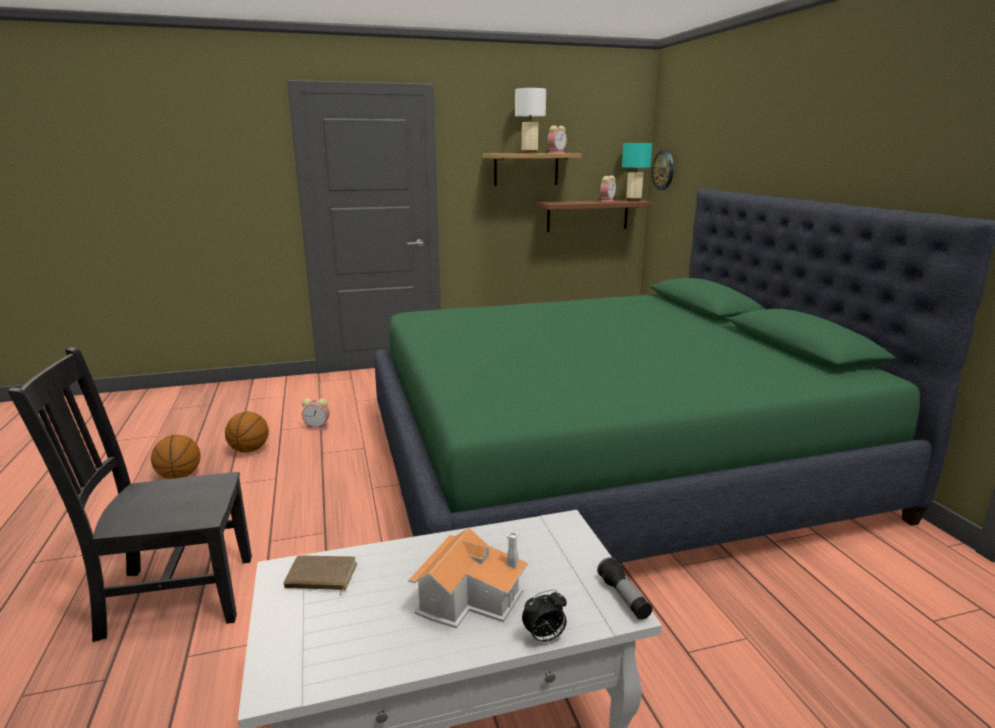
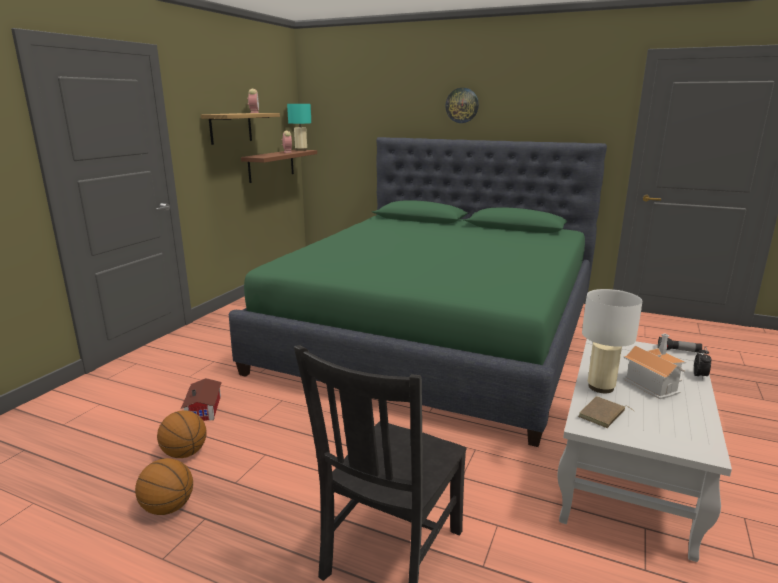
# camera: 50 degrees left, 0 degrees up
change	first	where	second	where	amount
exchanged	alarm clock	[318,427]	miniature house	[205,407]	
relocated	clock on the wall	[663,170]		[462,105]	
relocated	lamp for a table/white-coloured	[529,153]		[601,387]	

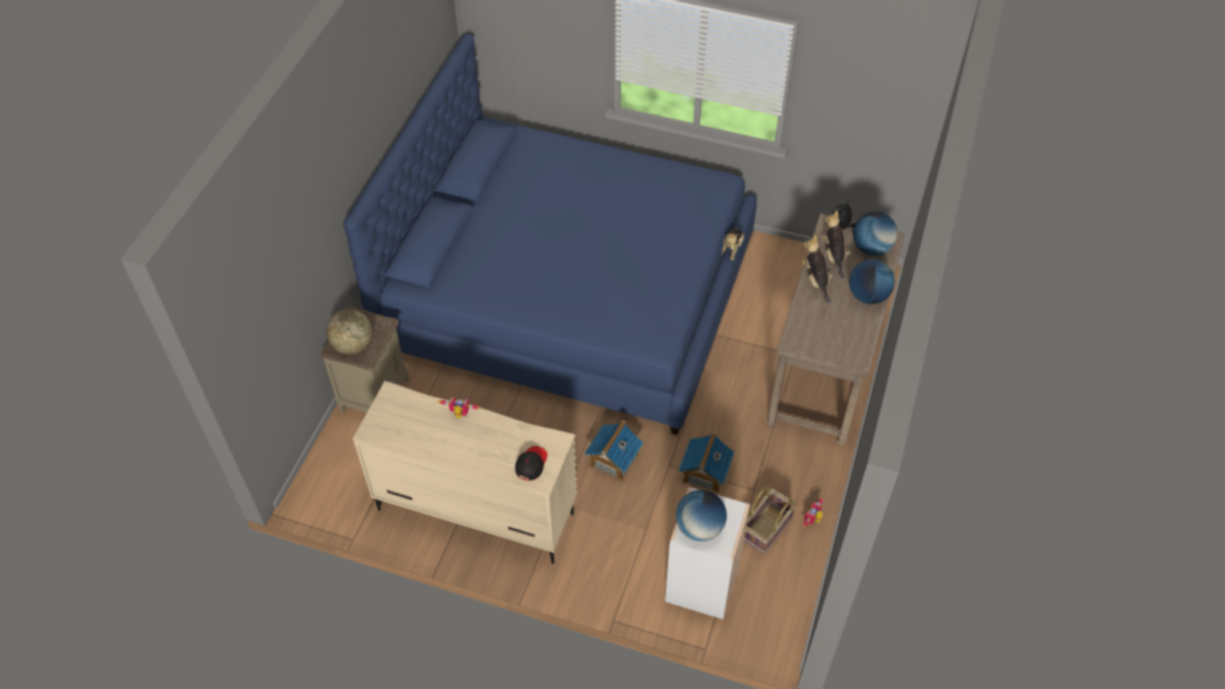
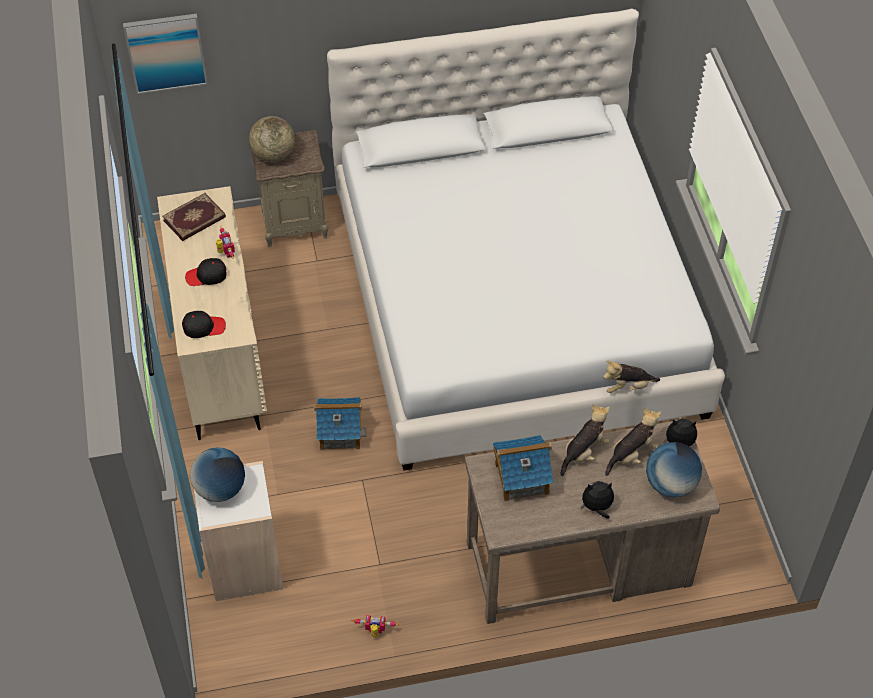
# camera: 60 degrees right, 0 degrees up
change	first	where	second	where	amount
appeared			wall picture	[166,52]	
appeared			volume	[195,219]	
appeared			baseball cap/blackish	[207,276]	
colour	bedroom bed/blue	[568,292]	bedroom bed/white-coloured	[515,302]	
relocated	miniature house	[705,473]		[521,478]	
exchanged	desk globe	[868,296]	soft toy	[597,507]	
missing	basket	[767,529]			

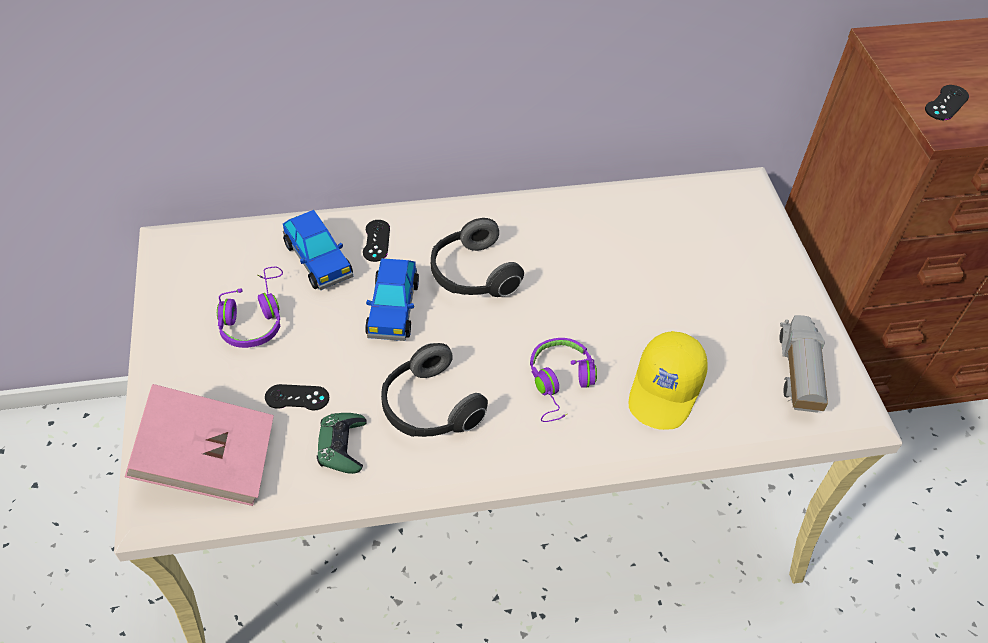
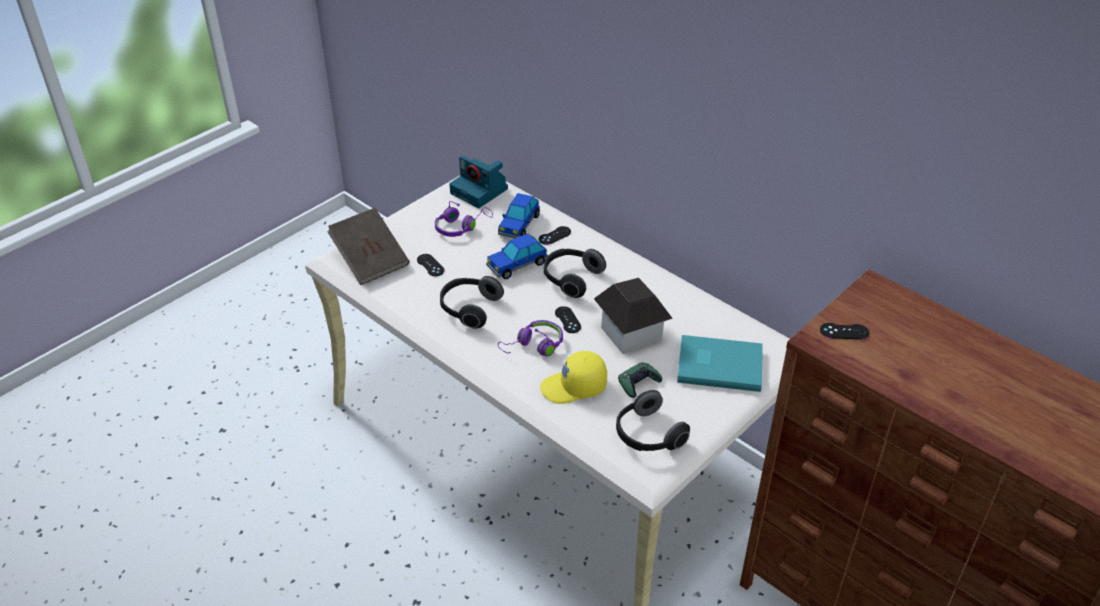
# camera: 55 degrees right, 10 degrees down
change	first	where	second	where	amount
colour	volume/pink	[209,461]	volume/brownish	[370,260]	
appeared			photo camera	[480,191]	
appeared			joypad/blackish	[567,320]	
appeared			miniature house	[631,333]	
exchanged	toy lorry	[796,374]	headphones	[647,436]	
relocated	joypad/greenish	[342,446]		[638,383]	
appeared			volume/turquoise-coloured	[718,364]	

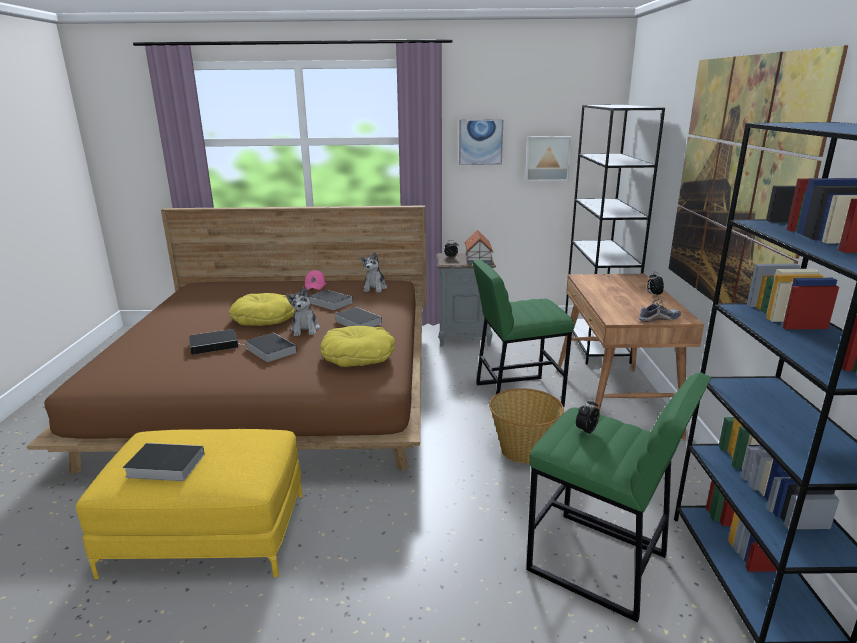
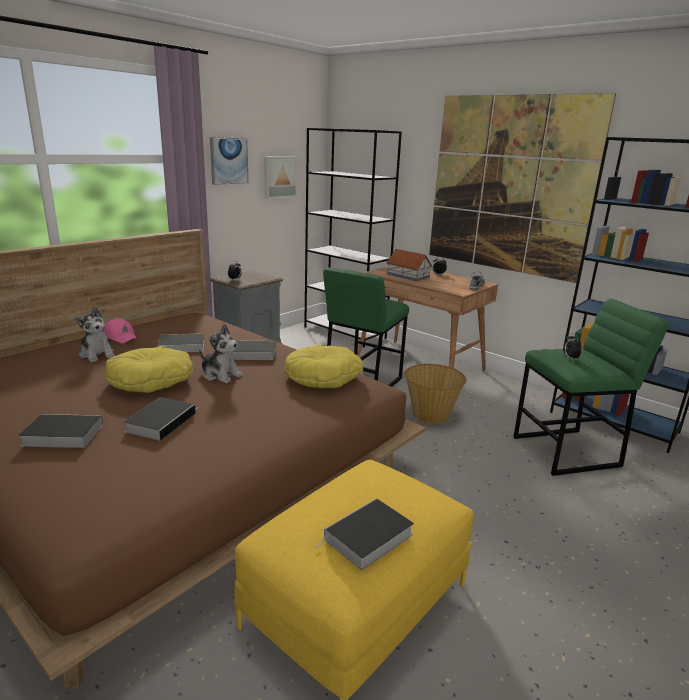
# camera: 50 degrees left, 0 degrees up
change	first	where	second	where	amount
relocated	volume	[270,350]		[60,435]	
relocated	soft toy	[375,288]		[97,354]	
relocated	miniature house	[478,258]		[408,276]	

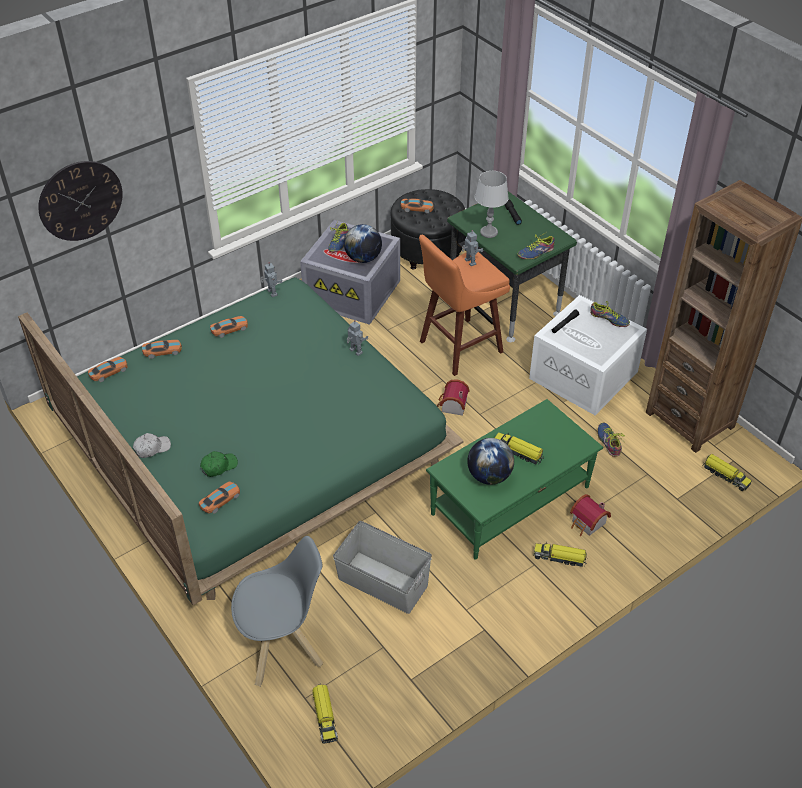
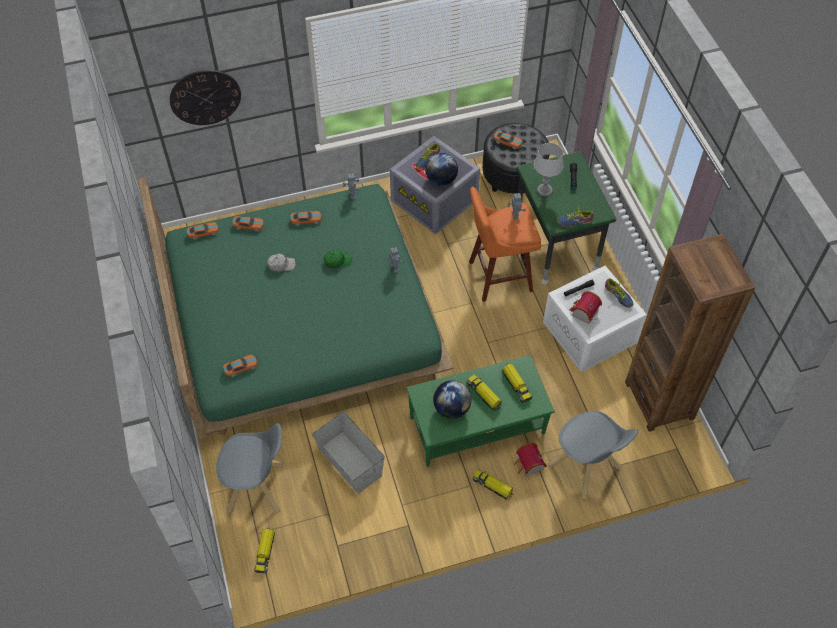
# camera: 20 degrees right, 10 degrees up
change	first	where	second	where	amount
relocated	baseball cap/white-coloured	[152,448]		[281,265]	
relocated	baseball cap/greenish	[218,466]		[337,261]	
relocated	toy lorry	[725,475]		[516,385]	
appeared			plain chair/greyish	[585,468]	
relocated	miniature house	[452,406]		[583,313]	
missing	item of footwear	[608,442]			

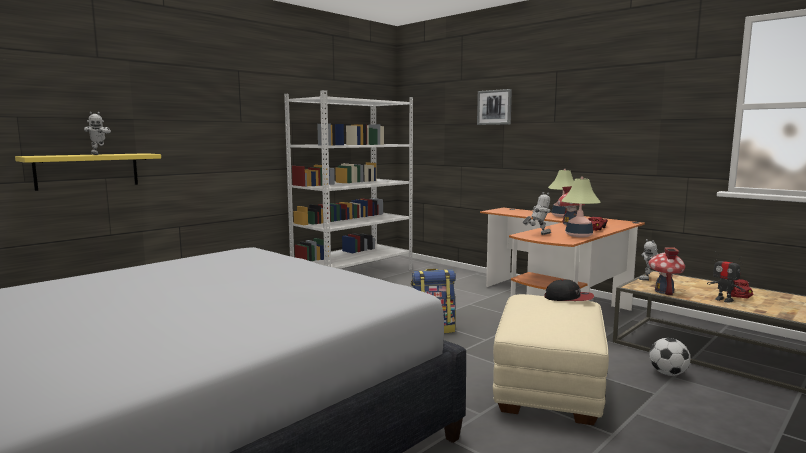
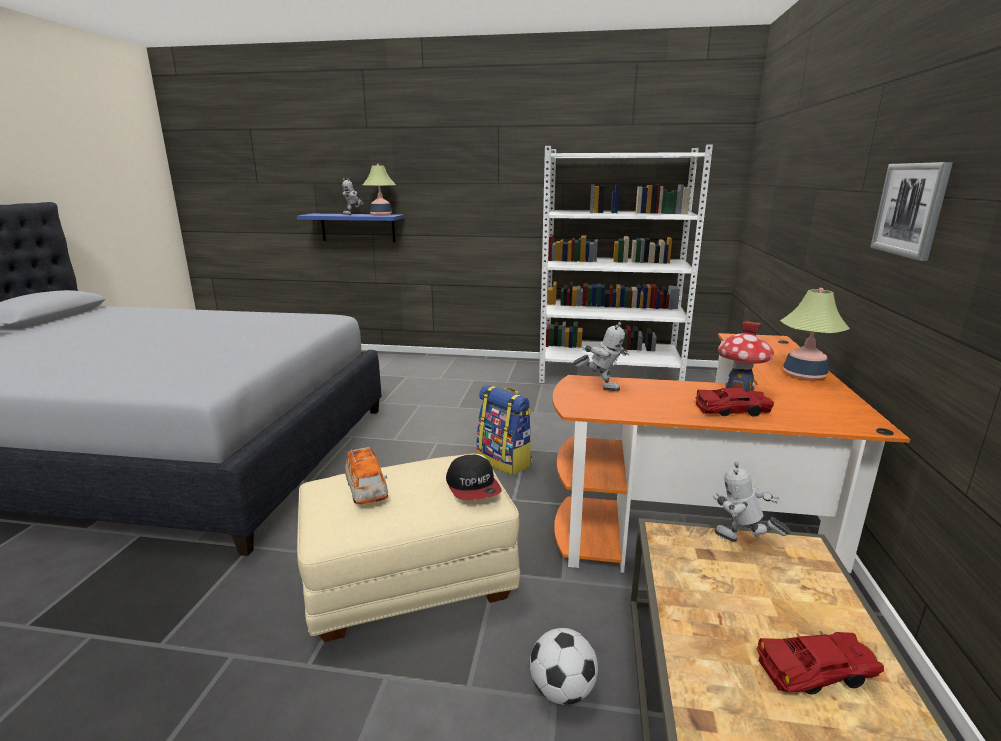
# camera: 55 degrees right, 10 degrees up
change	first	where	second	where	amount
colour	wall shelf/yellow	[87,171]	wall shelf/blue	[358,227]	
appeared			model car	[367,491]	
relocated	lamp for a table	[578,235]		[381,215]	
relocated	wall picture	[494,107]		[910,209]	
missing	miniature house	[664,291]			
missing	robot figure	[724,300]			

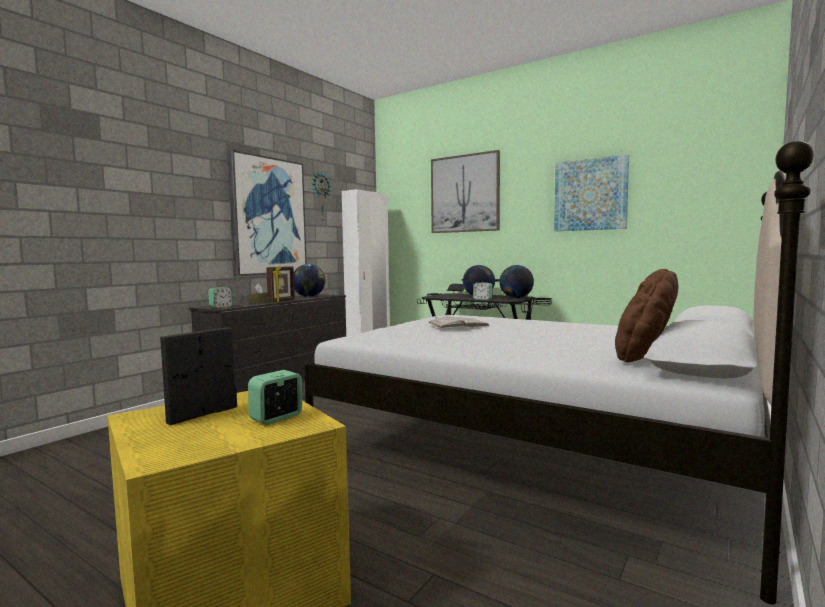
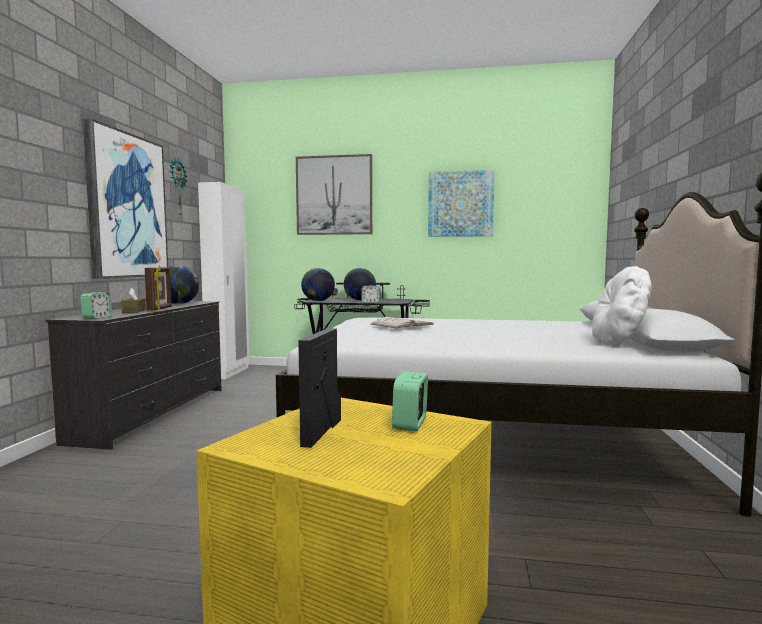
# camera: 25 degrees left, 0 degrees up
change	first	where	second	where	amount
relocated	desk globe	[516,298]		[318,301]	
colour	pillow/brownish	[644,361]	pillow/white-coloured	[618,344]	

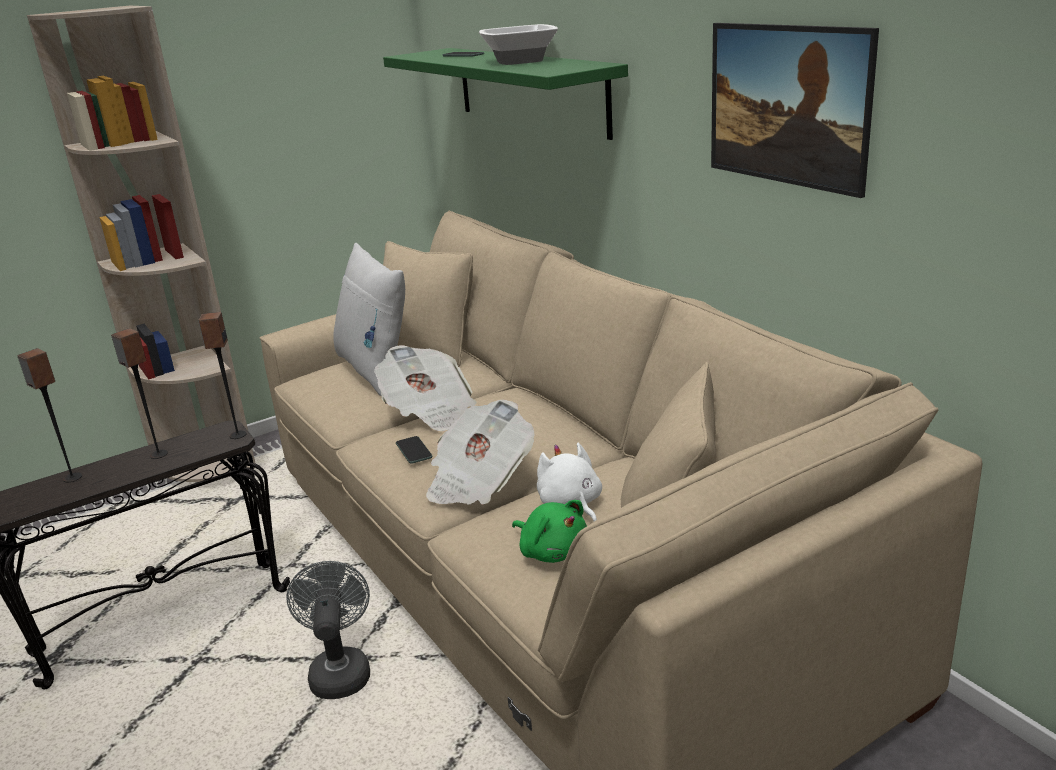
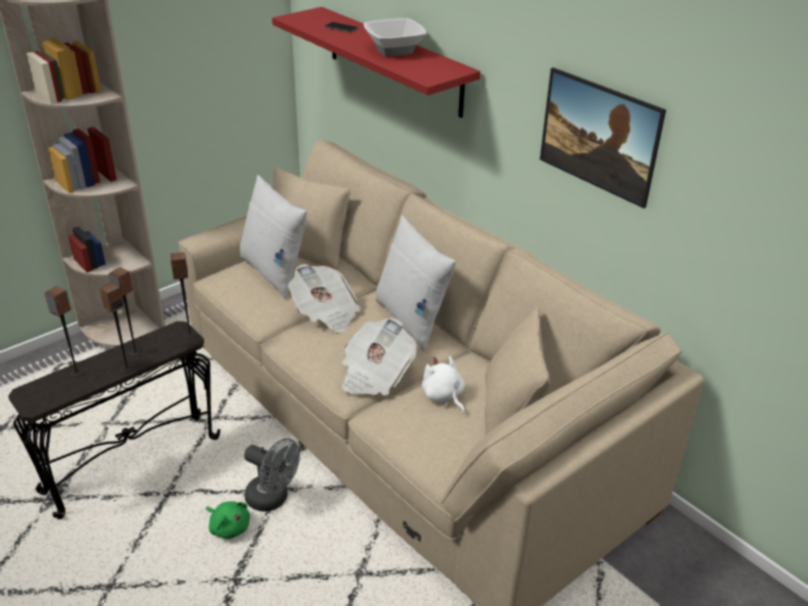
# camera: 10 degrees left, 10 degrees up
change	first	where	second	where	amount
appeared			speaker	[127,368]	
relocated	soft toy/greenish	[552,551]		[229,527]	
spun	electric fan/greyish	[340,670]		[273,499]	135 degrees clockwise
colour	wall shelf/greenish	[529,89]	wall shelf/reddish	[394,61]	
appeared			pillow/greyish	[411,320]	
missing	handset	[414,450]			

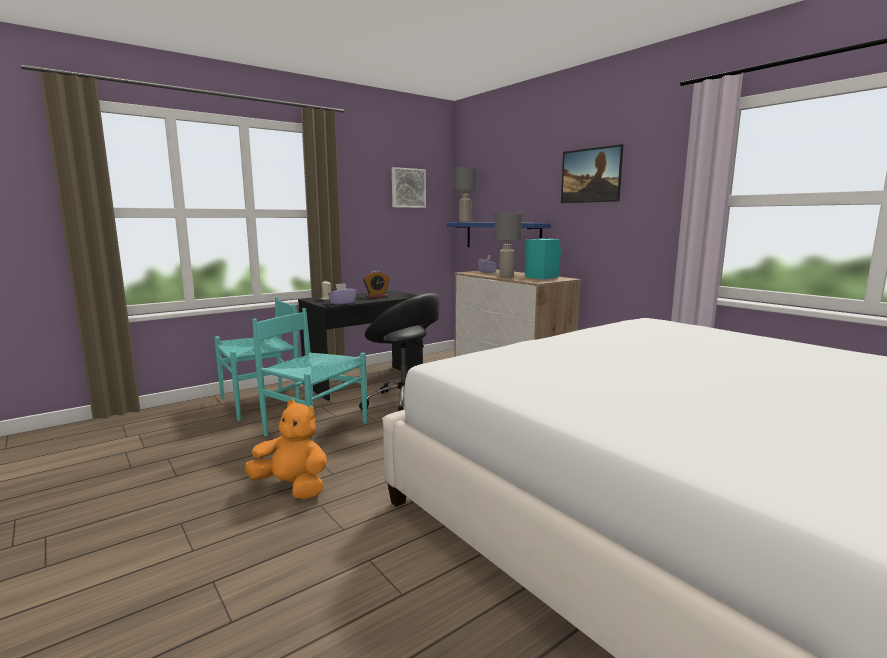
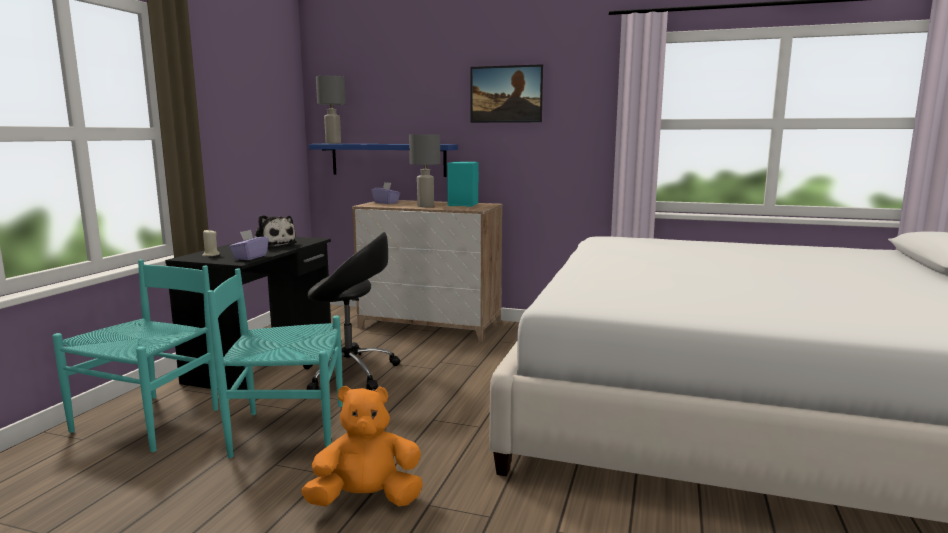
# camera: 35 degrees left, 0 degrees up
change	first	where	second	where	amount
exchanged	alarm clock	[376,296]	soft toy	[272,244]	
missing	wall picture	[407,188]			

